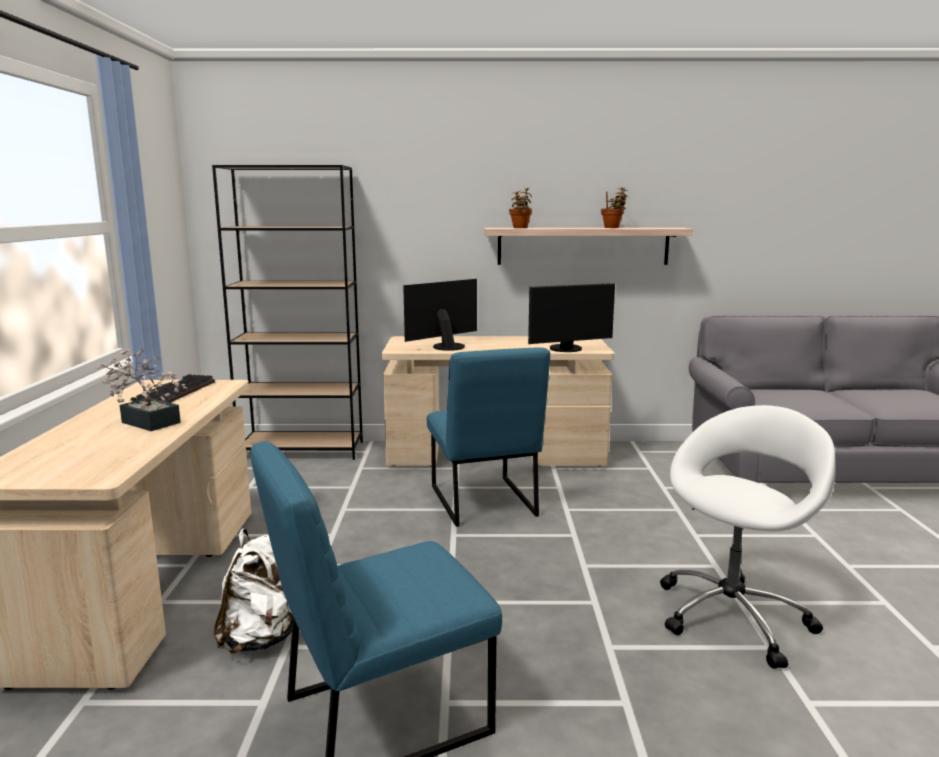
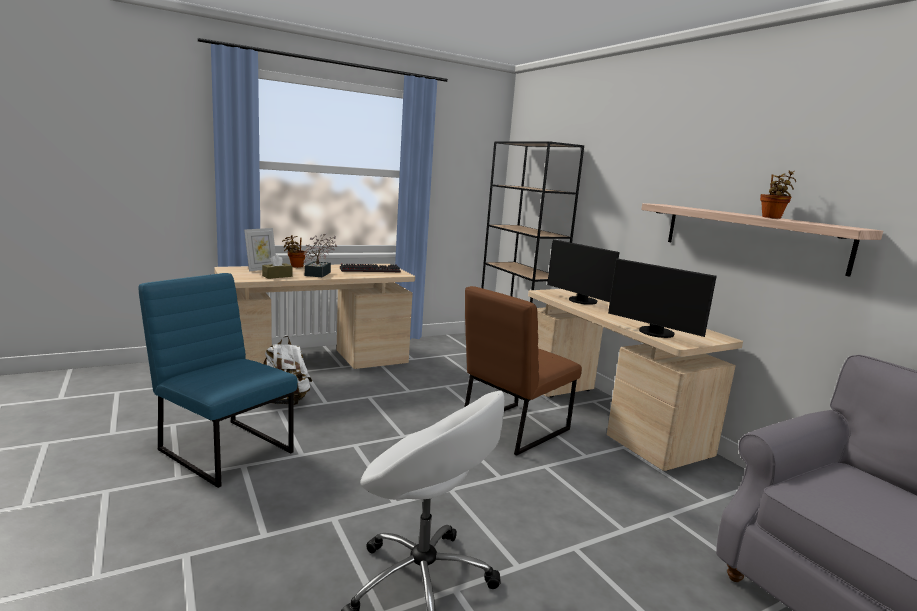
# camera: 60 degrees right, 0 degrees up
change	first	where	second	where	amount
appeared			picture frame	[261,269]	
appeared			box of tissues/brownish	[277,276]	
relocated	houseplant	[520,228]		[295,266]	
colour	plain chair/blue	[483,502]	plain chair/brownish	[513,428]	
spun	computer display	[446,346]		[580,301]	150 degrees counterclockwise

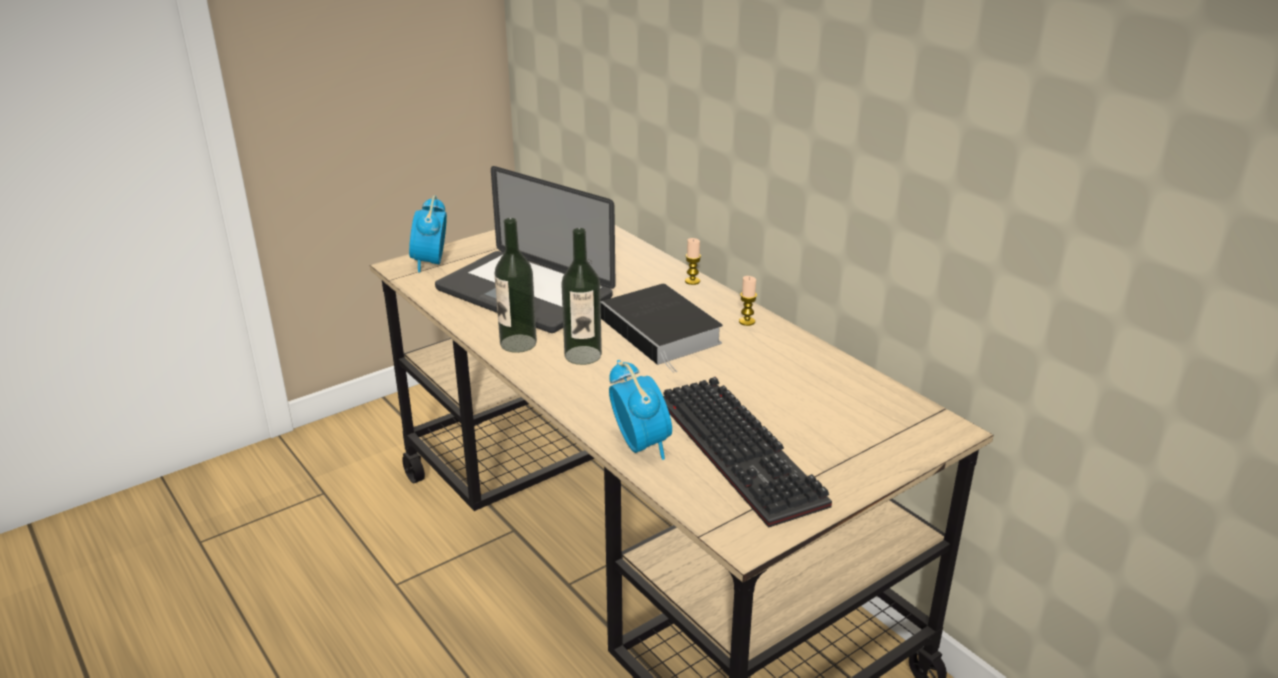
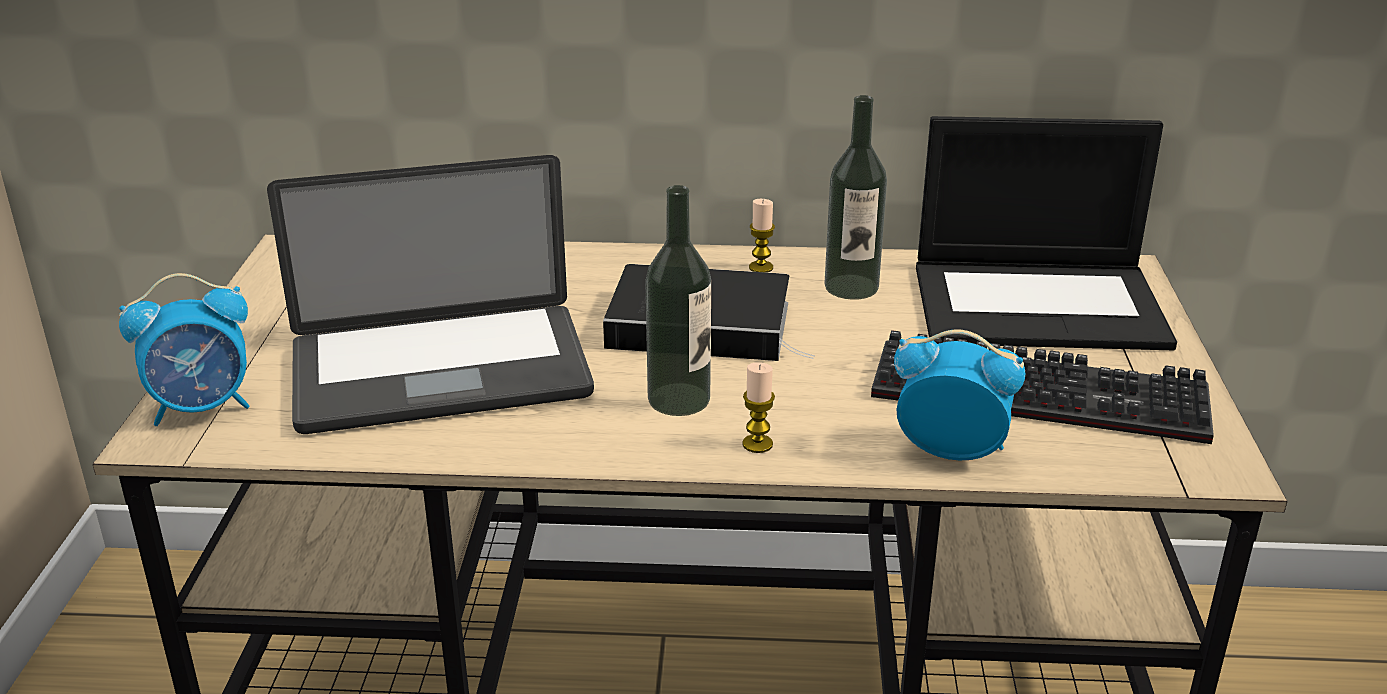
# camera: 50 degrees left, 0 degrees up
change	first	where	second	where	amount
spun	alarm clock	[431,263]		[203,407]	60 degrees counterclockwise
relocated	wax light	[692,281]		[757,444]	
relocated	beverage bottle	[518,343]		[851,287]	
appeared			laptop	[1040,304]	

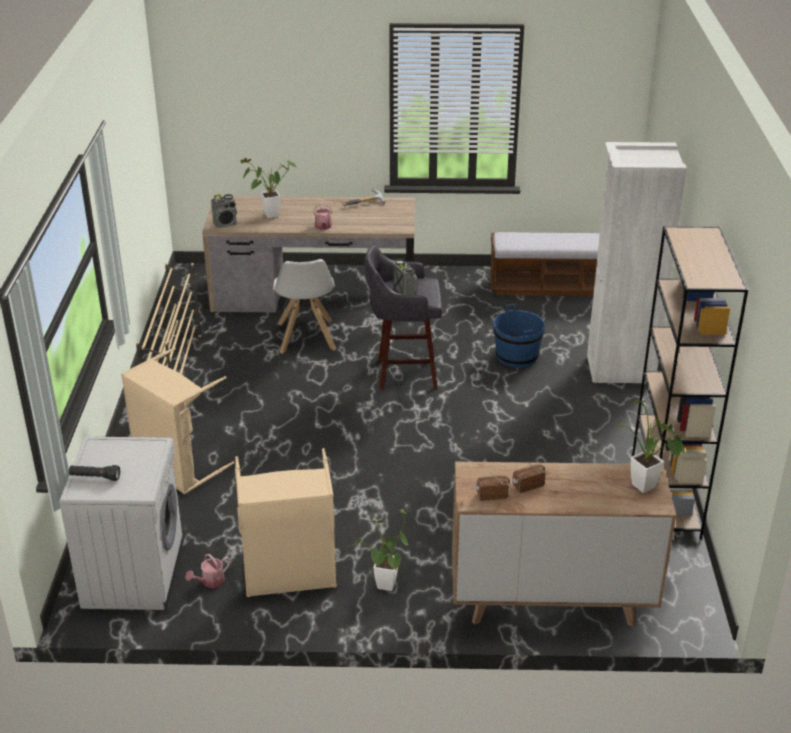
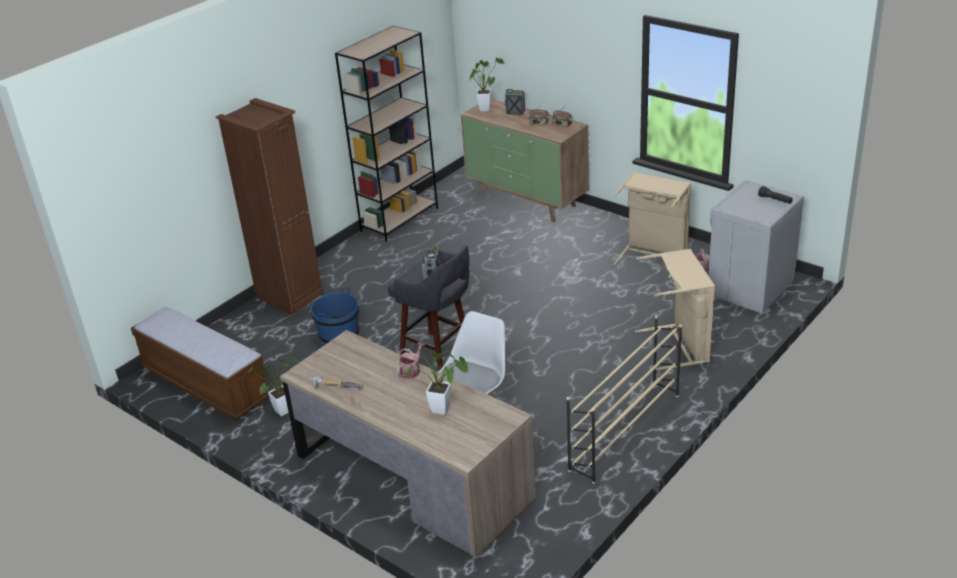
# camera: 140 degrees left, 0 degrees up
change	first	where	second	where	amount
colour	storage cabinet/white-coloured	[619,369]	storage cabinet/brownish	[290,296]	
relocated	houseplant	[385,588]		[286,409]	
relocated	radio	[225,224]		[515,112]	

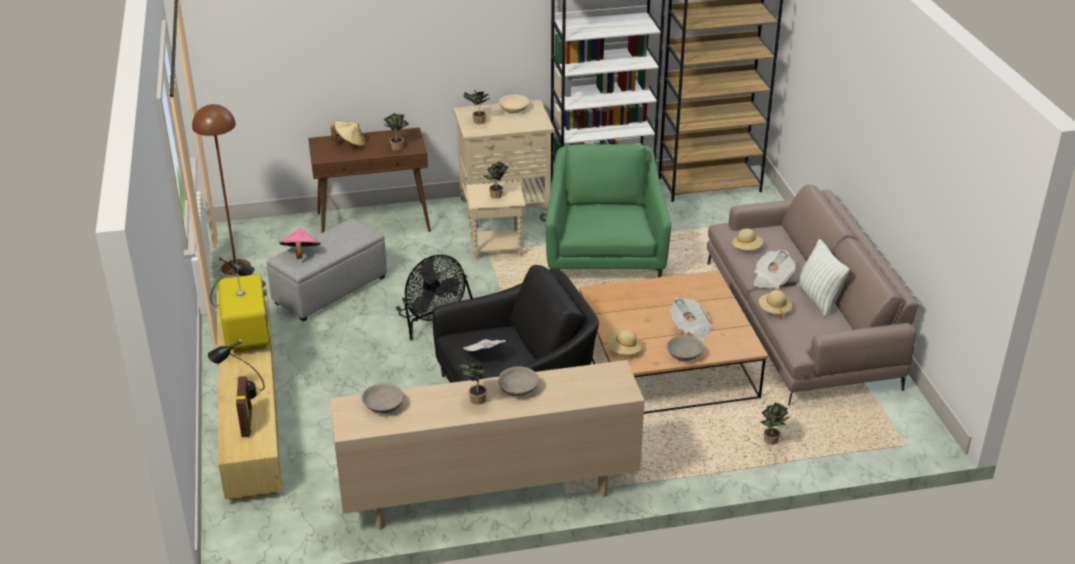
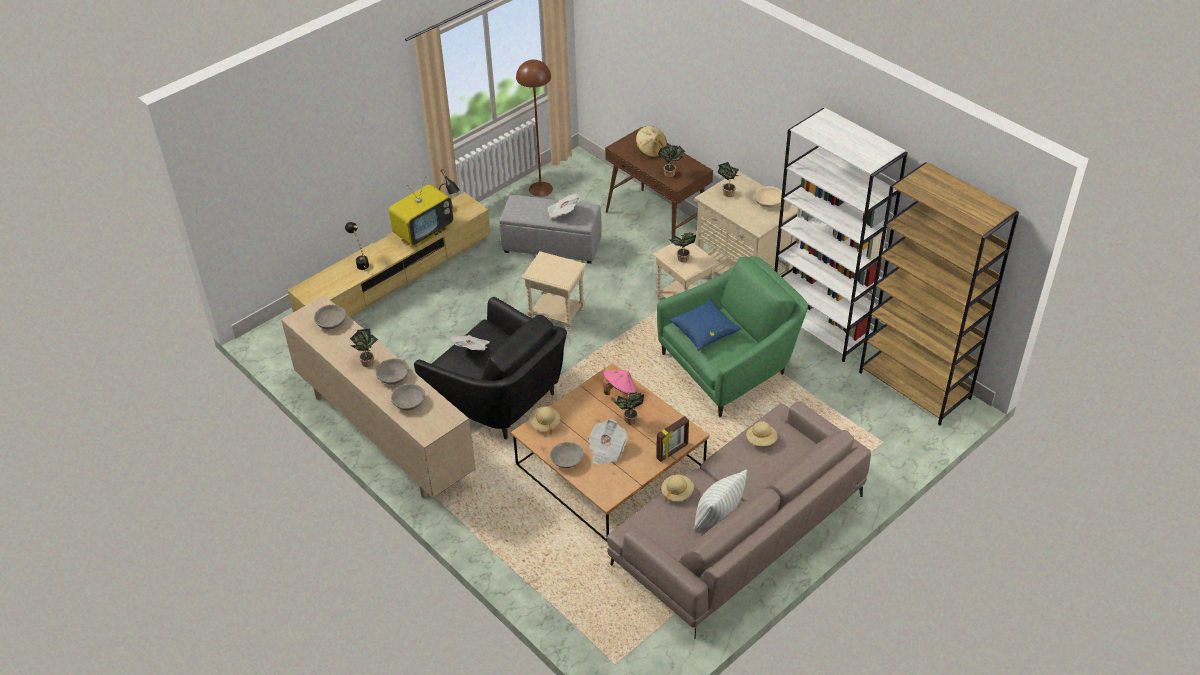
# camera: 60 degrees right, 10 degrees up
change	first	where	second	where	amount
appeared			deep dish/greyish	[409,402]	
exchanged	electric fan/blackish	[431,321]	accent table/beige	[557,313]	
relocated	printed paper	[771,279]		[563,213]	
relocated	clothing hat/pink	[301,254]		[619,391]	
relocated	houseplant	[772,442]		[629,421]	
relocated	picture frame	[247,423]		[672,452]	
appeared			pillow/blue	[704,332]	

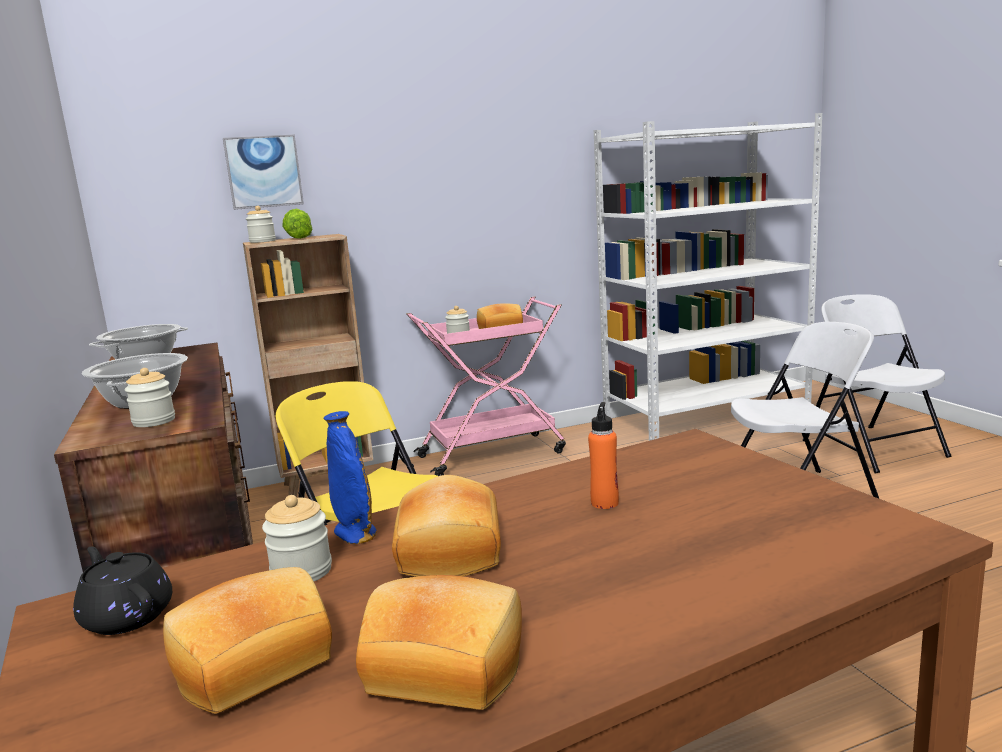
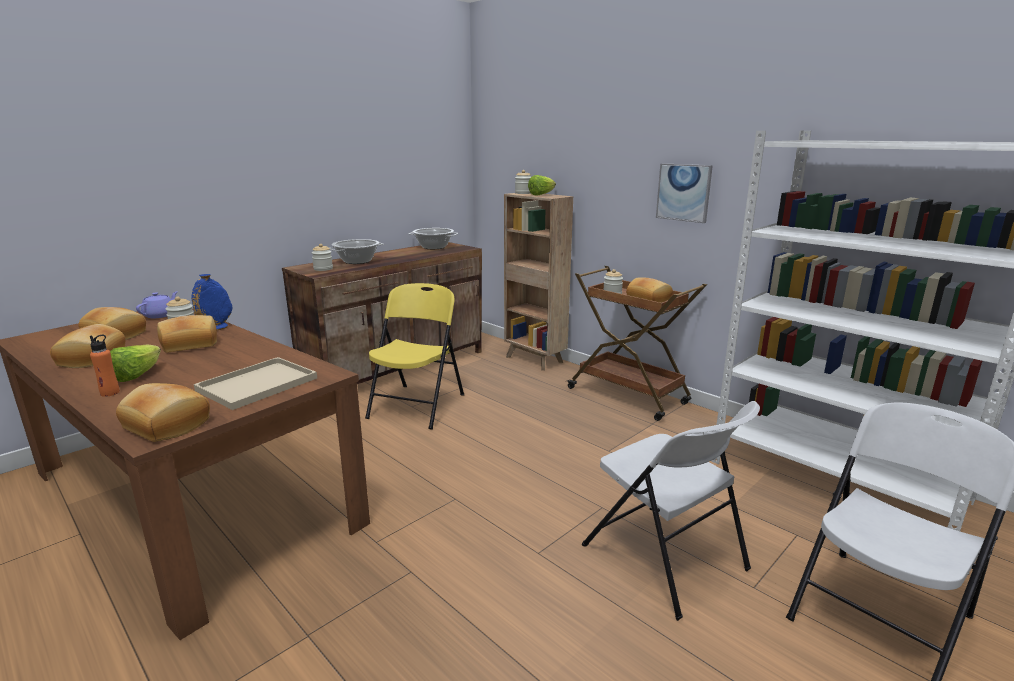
# camera: 65 degrees right, 5 degrees up
change	first	where	second	where	amount
relocated	beverage bottle/orange	[604,503]		[110,393]	
appeared			lettuce	[136,375]	
appeared			bakery bread	[165,426]	
colour	tea pot/blackish	[127,616]	tea pot/purple	[160,315]	
appeared			tray/beige	[256,385]	
colour	cart/pink	[492,455]	cart/brownish	[627,396]	
relocated	wall picture	[264,172]		[683,192]	

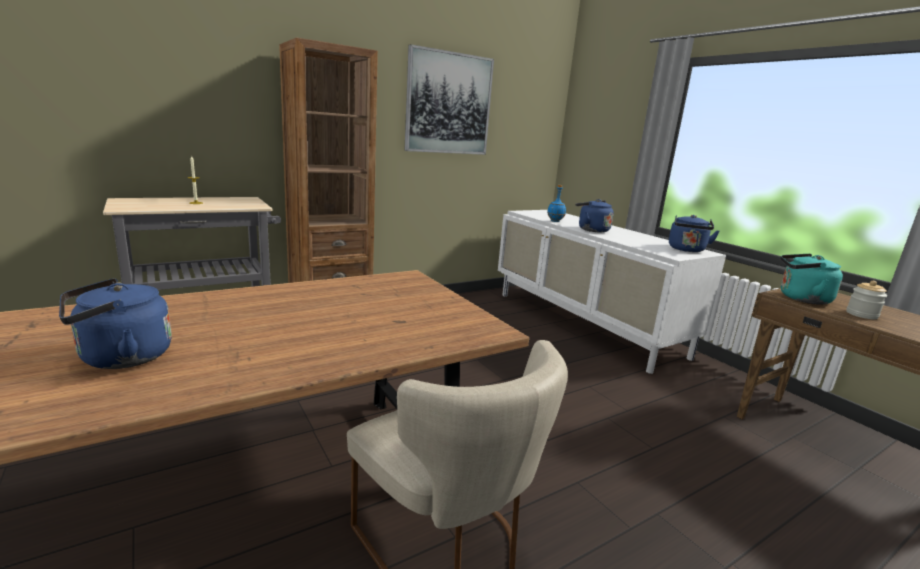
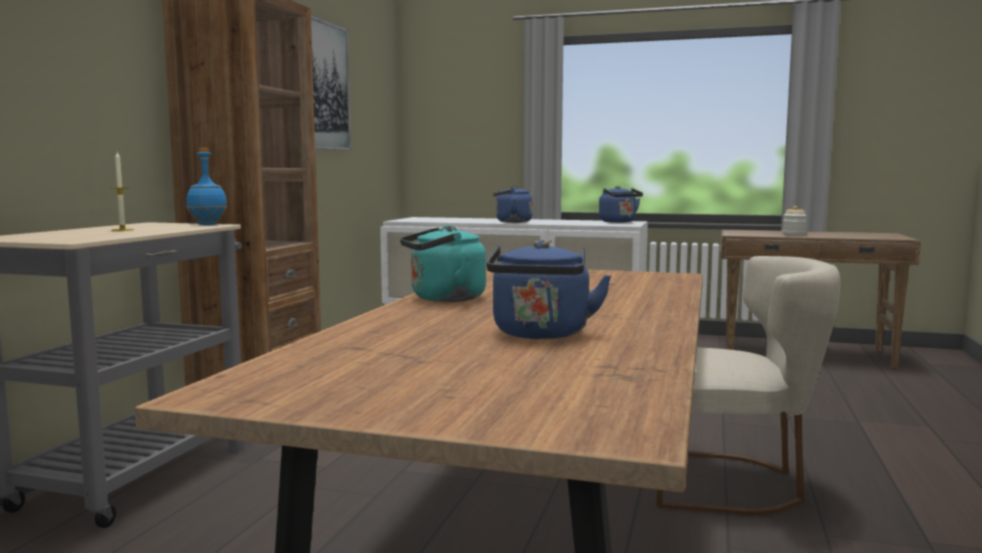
# camera: 40 degrees left, 10 degrees down
change	first	where	second	where	amount
relocated	beverage bottle/blue	[554,221]		[207,224]	
relocated	kettle/turquoise-coloured	[801,298]		[443,299]	

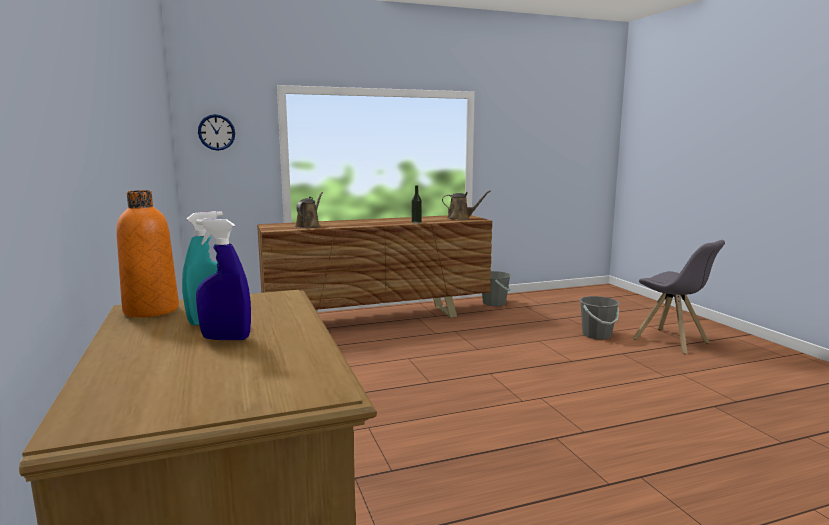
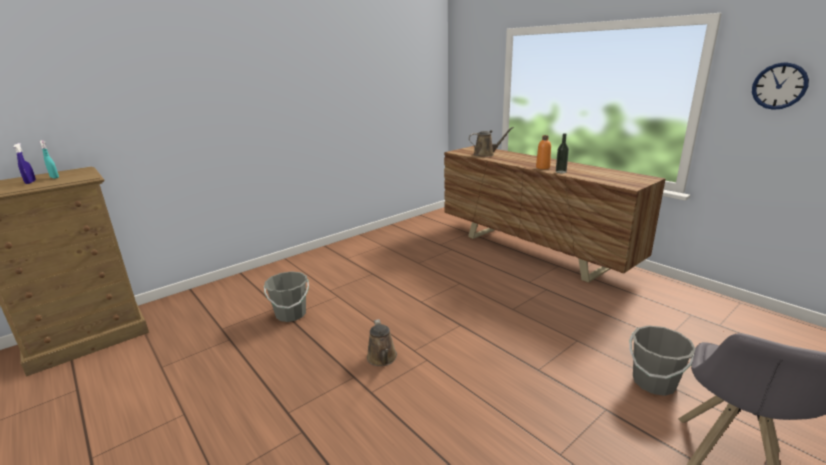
# camera: 70 degrees right, 10 degrees up
change	first	where	second	where	amount
relocated	water bucket/greyish	[494,303]		[291,314]	
relocated	watering pot/brownish	[461,218]		[382,358]	
relocated	beverage bottle/orange	[151,310]		[542,167]	
relocated	clock on the wall	[216,132]		[779,86]	

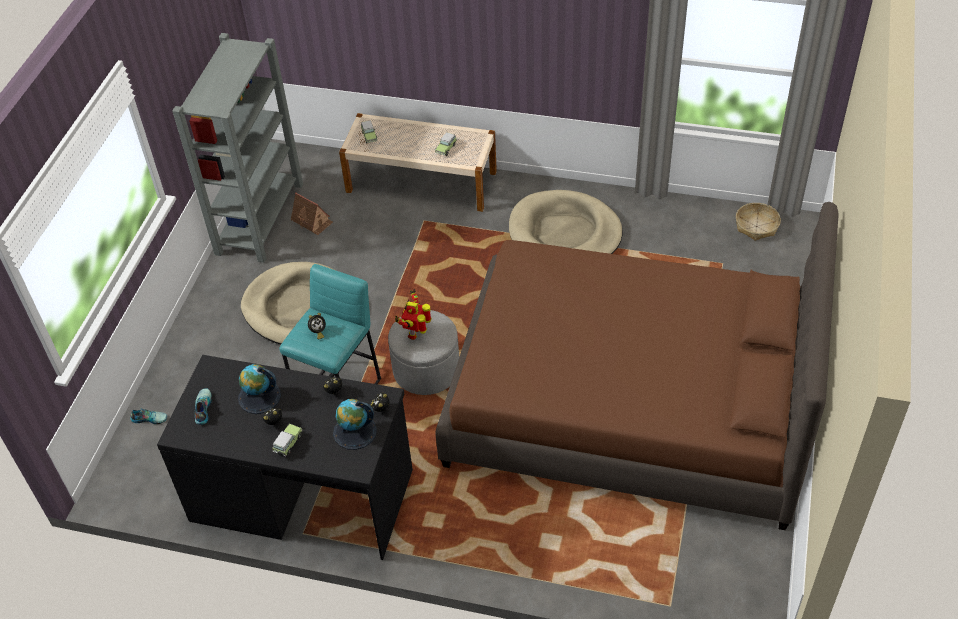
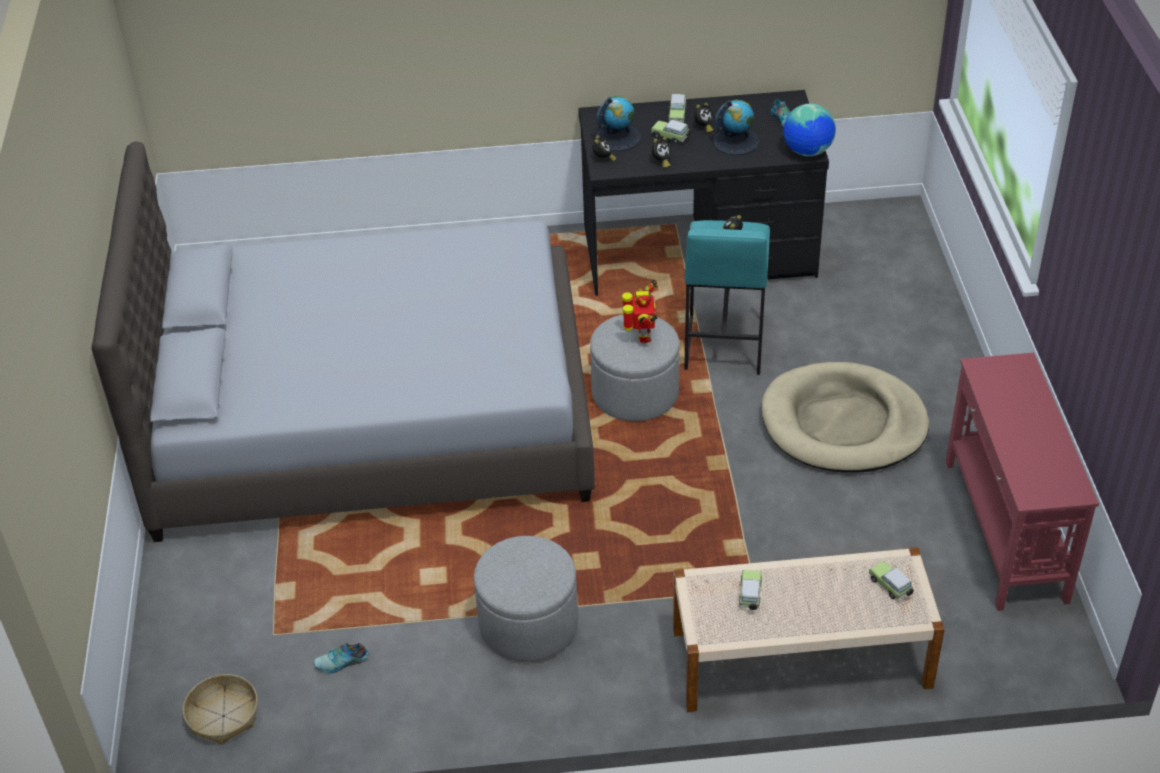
# camera: 160 degrees right, 5 degrees down
change	first	where	second	where	amount
colour	bedroom bed/brownish	[629,404]	bedroom bed/greyish	[371,416]	
relocated	item of footwear	[149,418]		[342,662]	
exchanged	pet bed/beige	[564,233]	pouffe/greyish	[528,624]	
appeared			model car	[671,137]	
appeared			desk globe	[807,151]	
exchanged	shelving unit/greyish	[259,218]	hall table/reddish	[1004,530]	
missing	miniature house	[312,221]			

